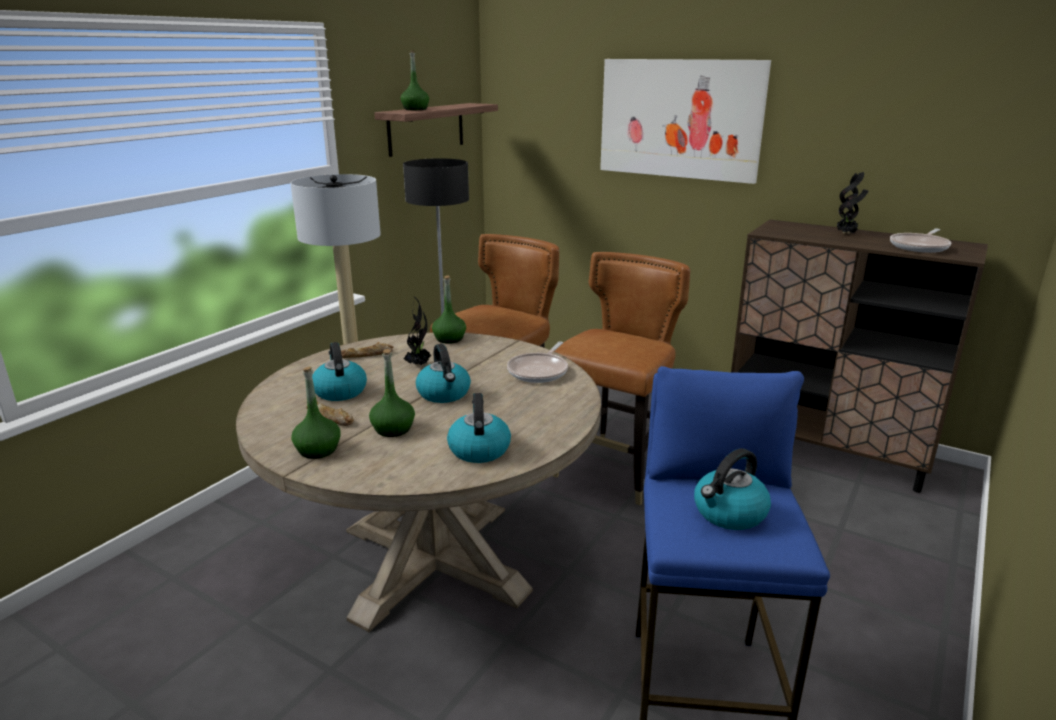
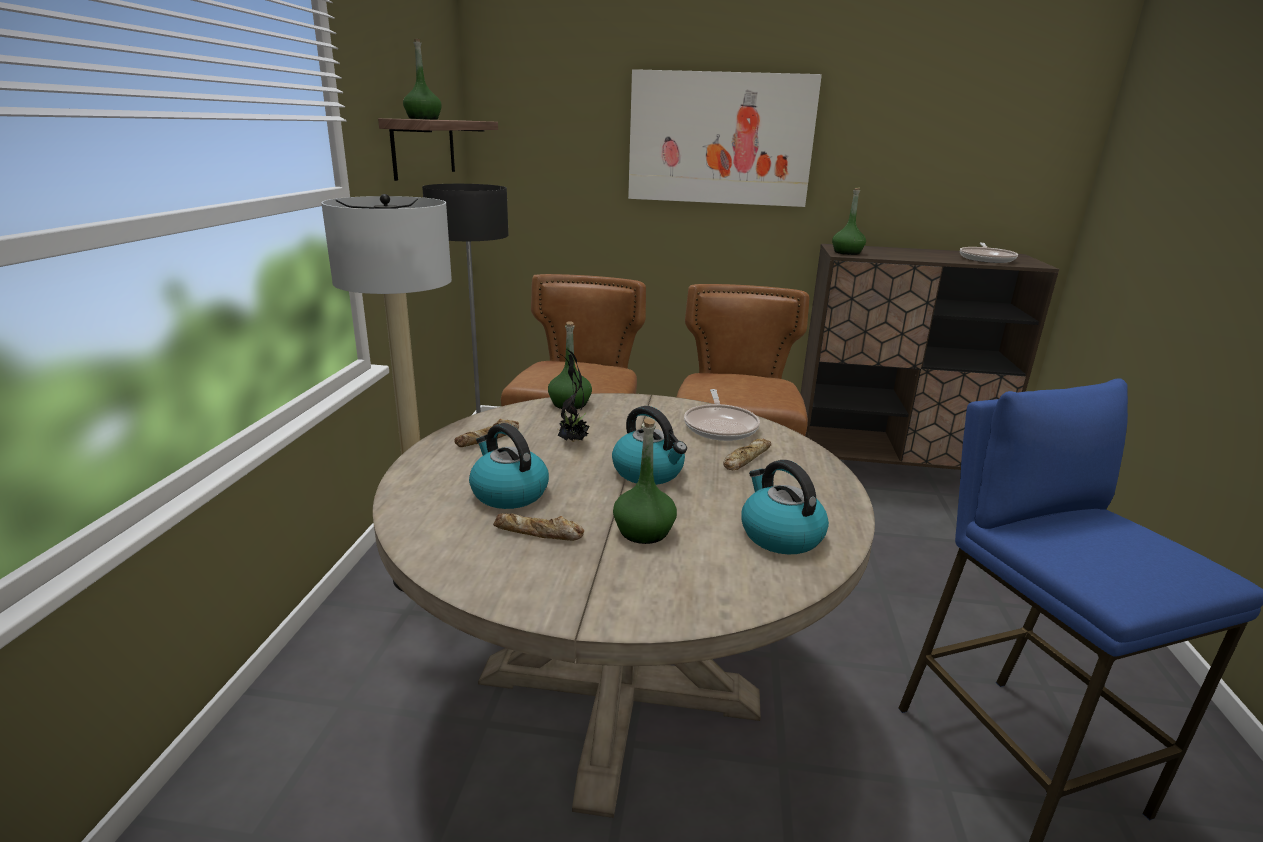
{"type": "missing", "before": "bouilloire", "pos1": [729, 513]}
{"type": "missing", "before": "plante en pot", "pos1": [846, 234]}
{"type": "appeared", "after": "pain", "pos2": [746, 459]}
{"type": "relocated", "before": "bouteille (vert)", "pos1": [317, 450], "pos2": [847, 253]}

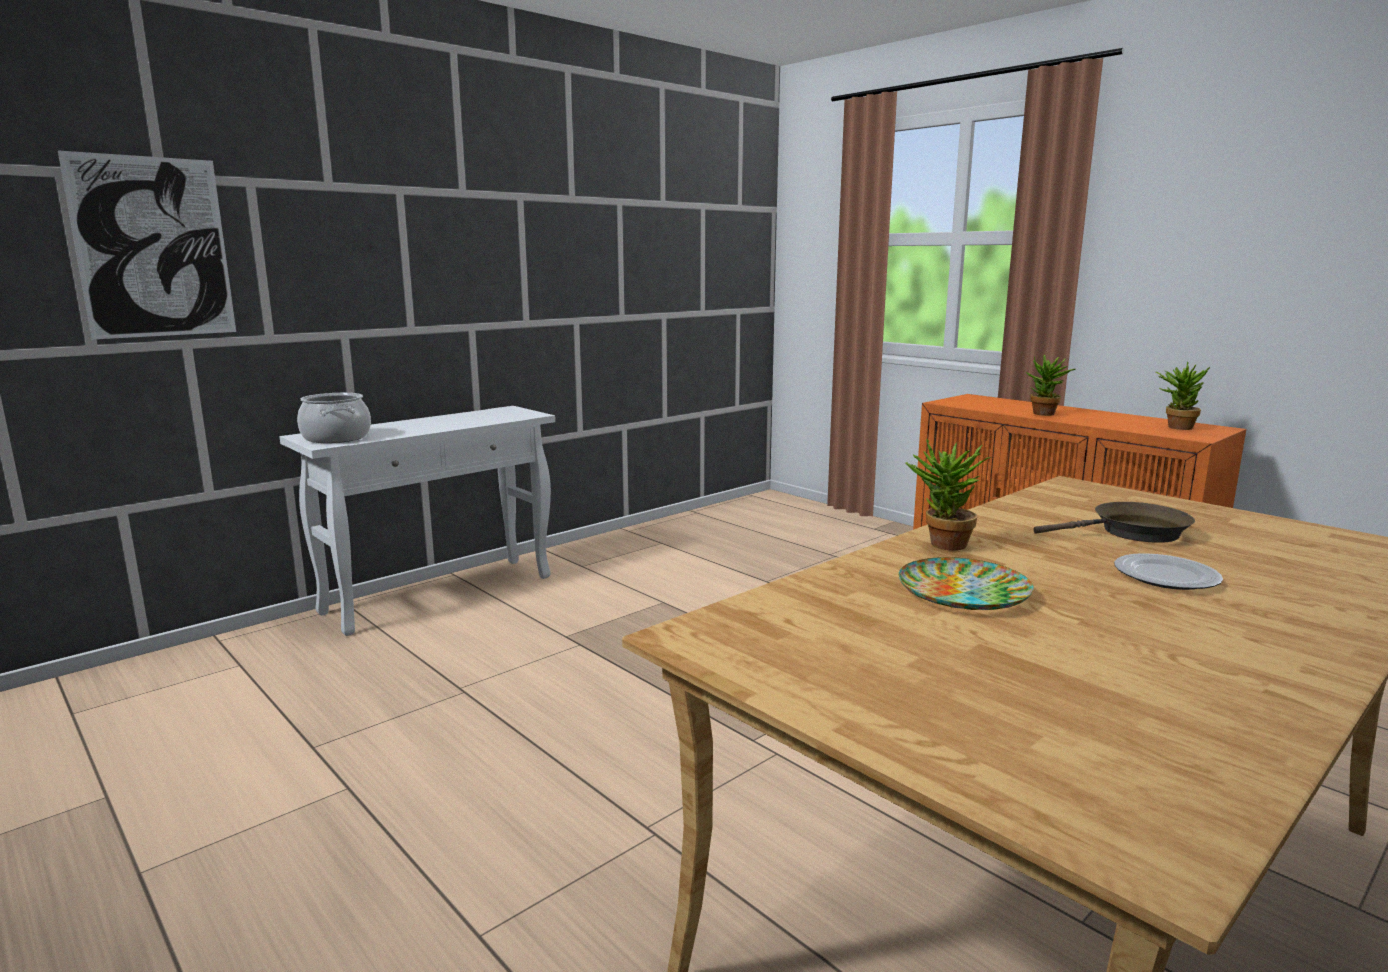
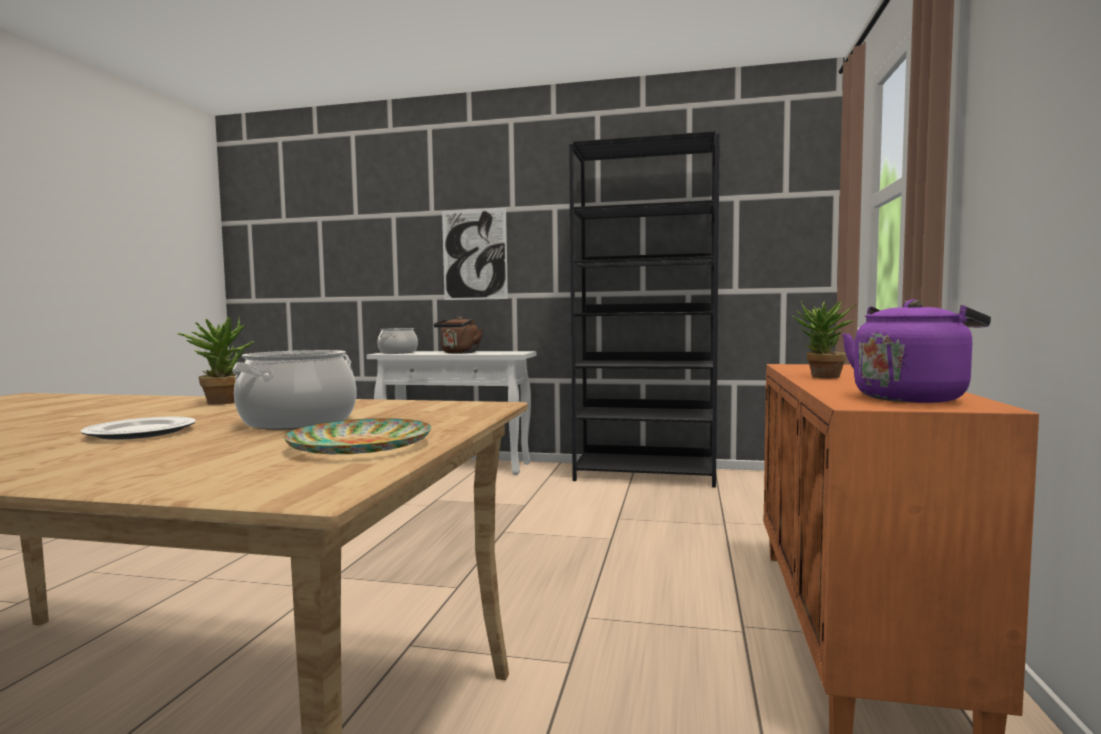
{"type": "appeared", "after": "bouilloire (marron)", "pos2": [459, 353]}
{"type": "appeared", "after": "bibliothèque (noir)", "pos2": [645, 474]}
{"type": "relocated", "before": "tableau", "pos1": [153, 248], "pos2": [474, 254]}
{"type": "relocated", "before": "assiette", "pos1": [964, 592], "pos2": [360, 446]}
{"type": "exchanged", "before": "poêle (marron)", "after": "marmite", "pos1": [1132, 533], "pos2": [299, 422]}
{"type": "exchanged", "before": "plante en pot", "after": "bouilloire (violet)", "pos1": [1175, 427], "pos2": [911, 398]}

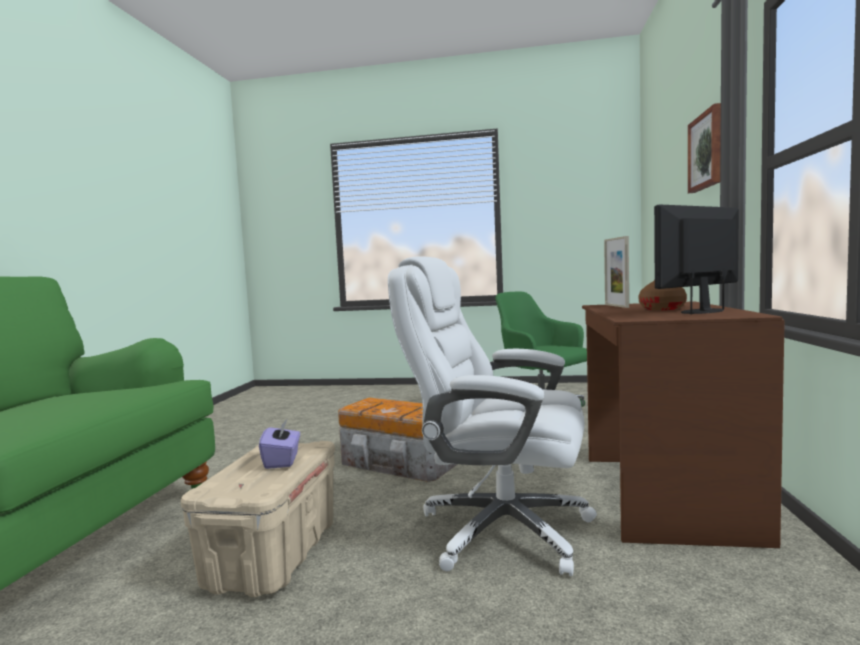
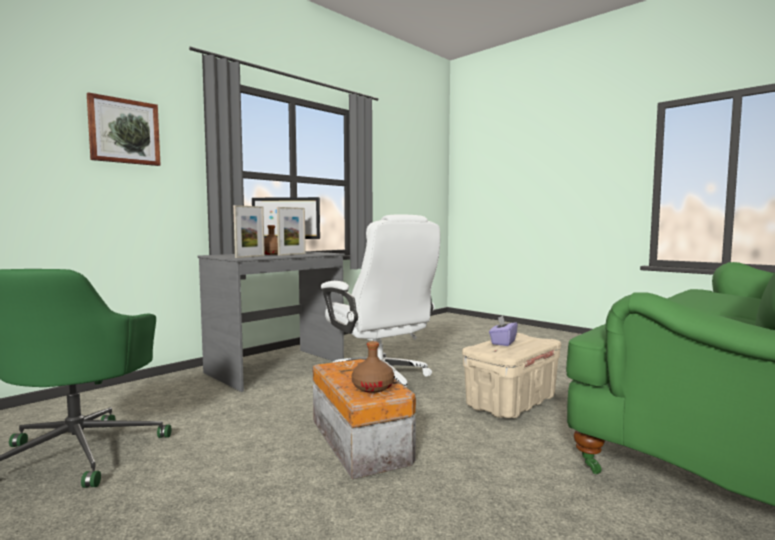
{"type": "appeared", "after": "cadre photo", "pos2": [292, 254]}
{"type": "appeared", "after": "bouteille (marron)", "pos2": [373, 387]}
{"type": "colour", "before": "bureau (marron)", "after": "bureau (gris)", "pos1": [662, 495], "pos2": [276, 368]}

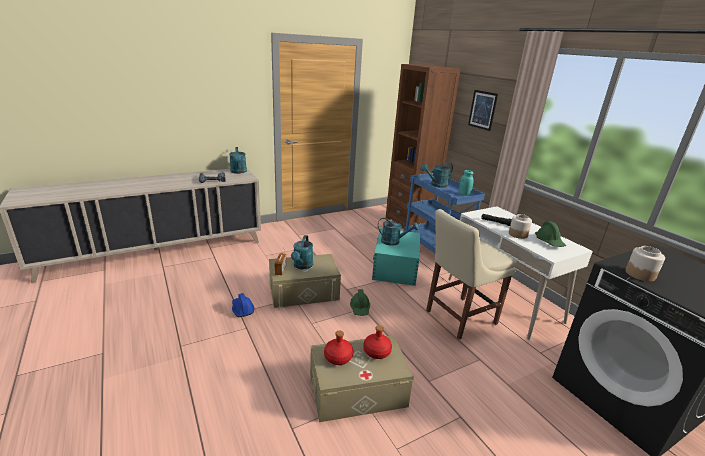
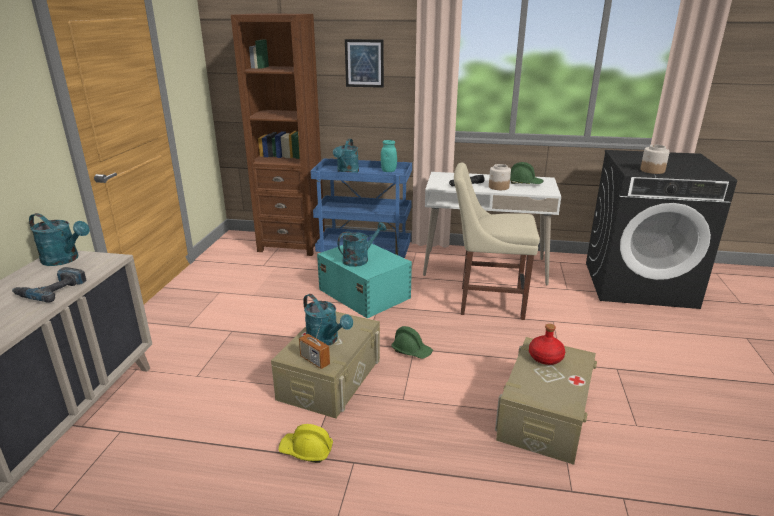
{"type": "missing", "before": "bouteille (rouge)", "pos1": [338, 357]}
{"type": "colour", "before": "casque de chantier (bleu)", "after": "casque de chantier (jaune)", "pos1": [242, 309], "pos2": [306, 450]}
{"type": "spun", "before": "chaise (beige)", "pos1": [458, 318], "pos2": [487, 302], "turn": 90}

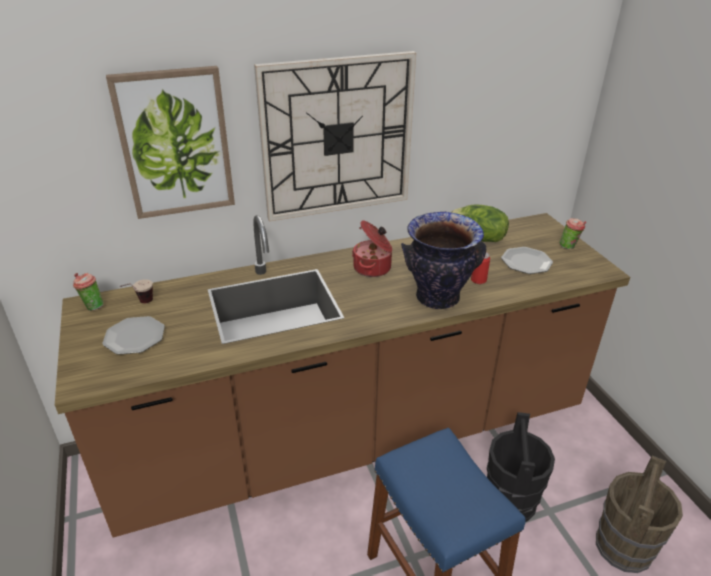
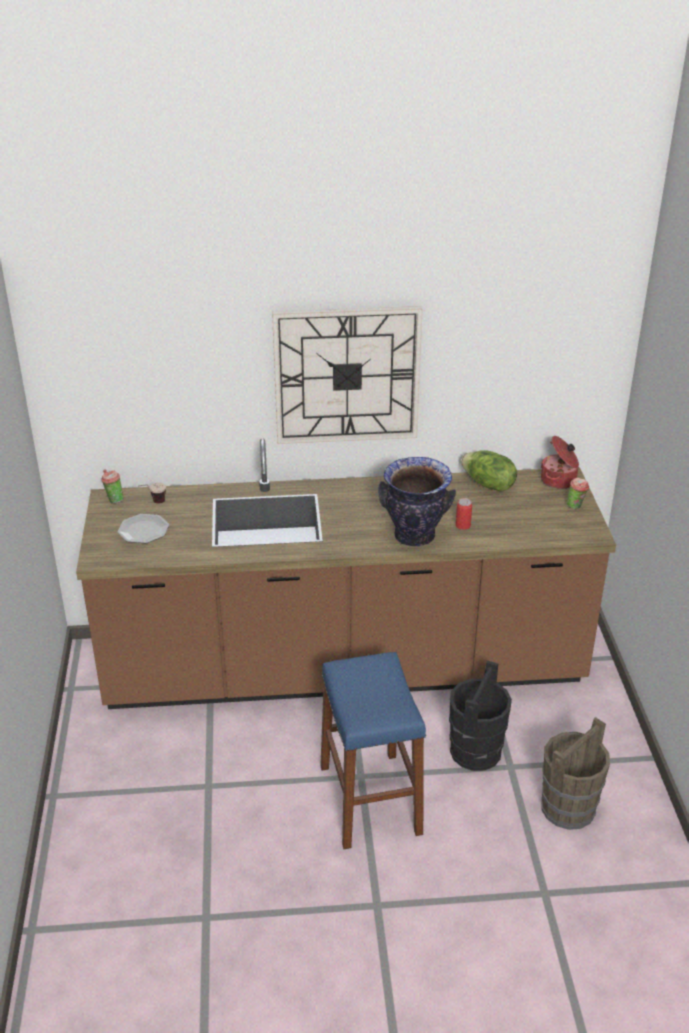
{"type": "missing", "before": "tableau", "pos1": [175, 143]}
{"type": "missing", "before": "assiette", "pos1": [525, 262]}
{"type": "relocated", "before": "marmite", "pos1": [373, 268], "pos2": [559, 481]}

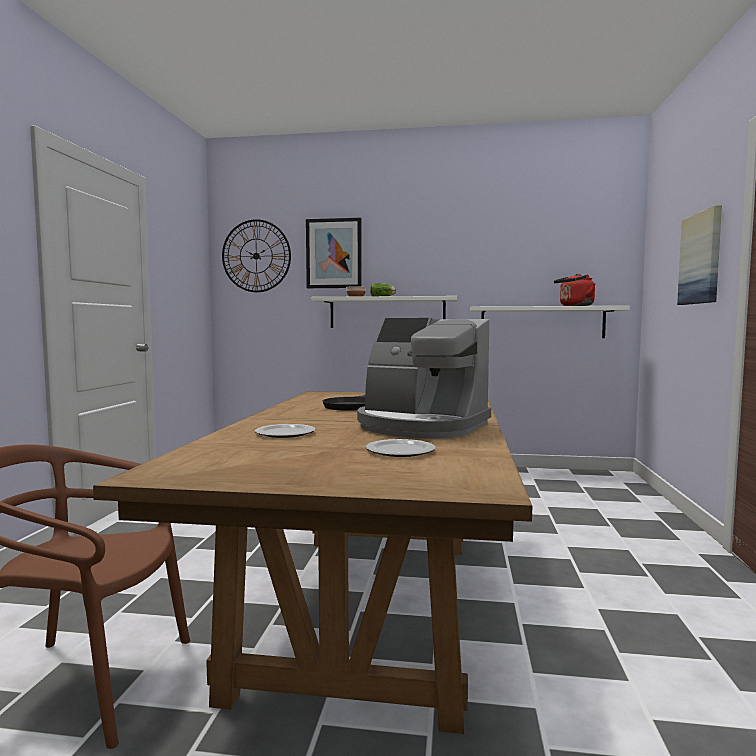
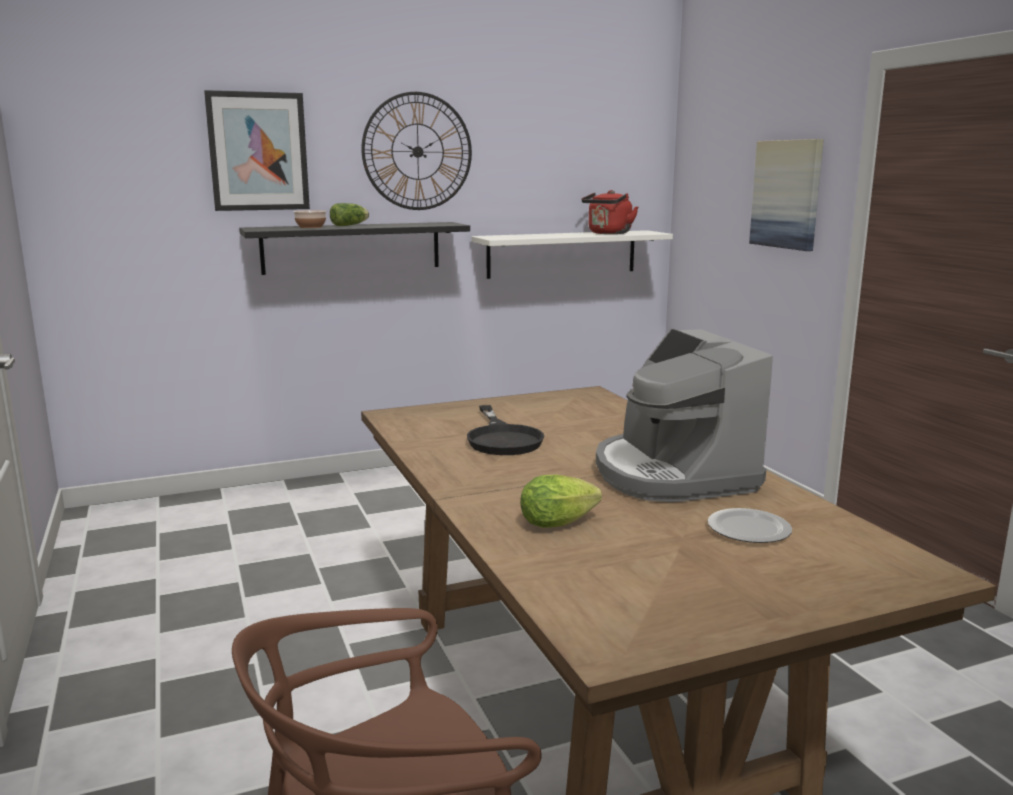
{"type": "relocated", "before": "horloge murale", "pos1": [256, 256], "pos2": [417, 151]}
{"type": "exchanged", "before": "assiette", "after": "laitue", "pos1": [285, 433], "pos2": [561, 523]}
{"type": "colour", "before": "étagère (blanc)", "after": "étagère (noir)", "pos1": [387, 312], "pos2": [352, 247]}
{"type": "spun", "before": "machine à café", "pos1": [421, 426], "pos2": [672, 474], "turn": 75}

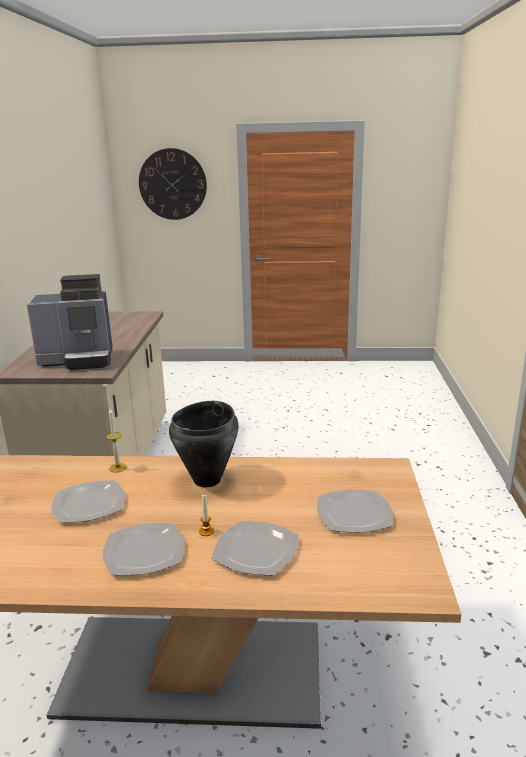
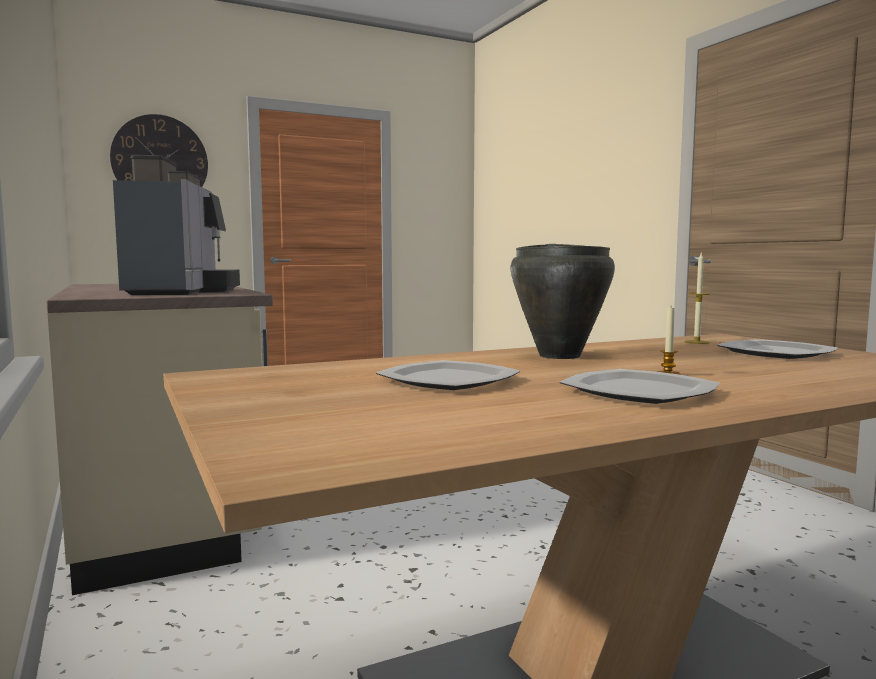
{"type": "missing", "before": "assiette", "pos1": [255, 551]}
{"type": "relocated", "before": "bougie", "pos1": [117, 467], "pos2": [696, 342]}
{"type": "spun", "before": "machine à café", "pos1": [80, 360], "pos2": [181, 292], "turn": -60}

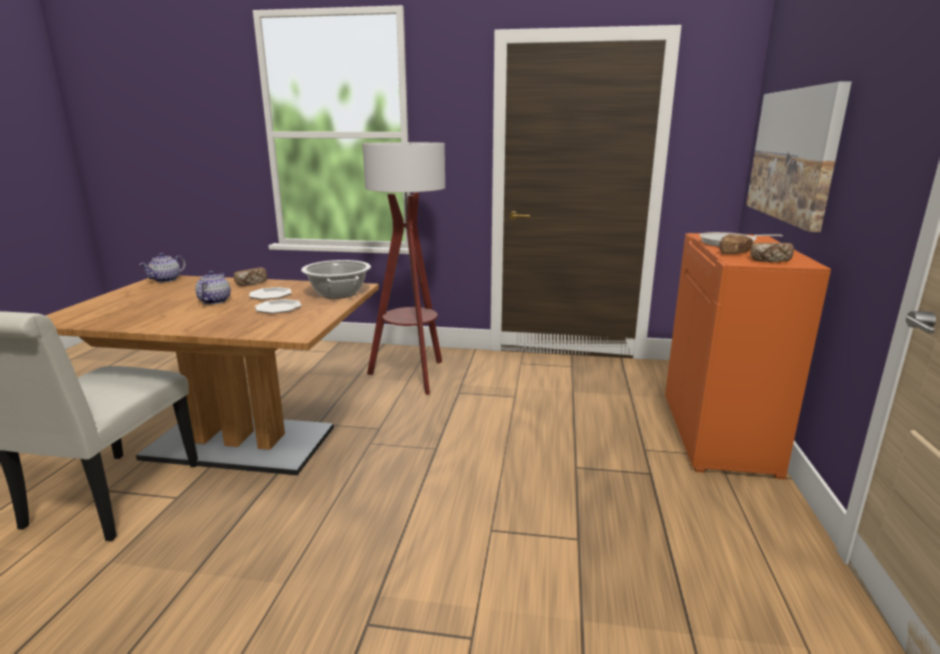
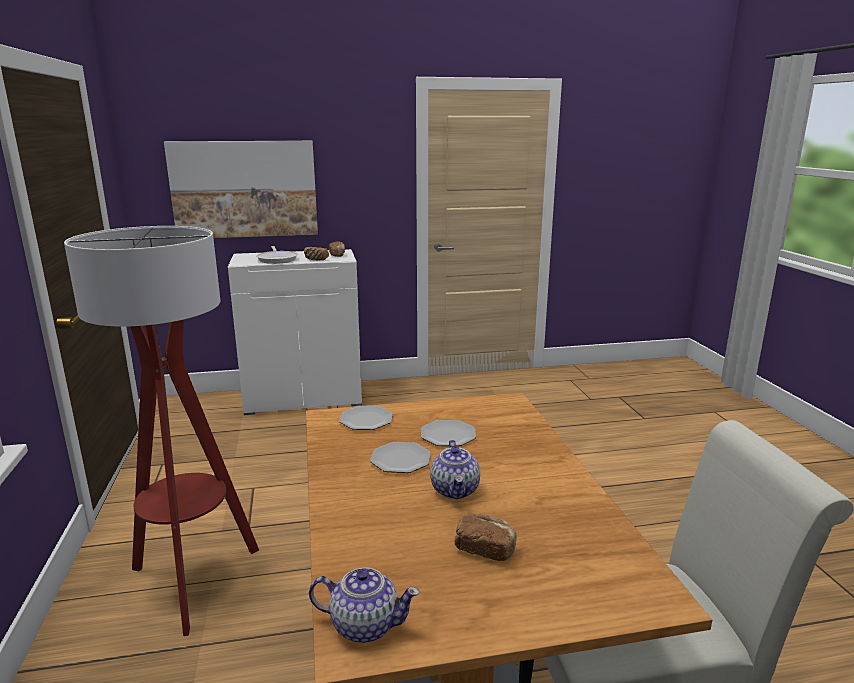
{"type": "relocated", "before": "pain", "pos1": [251, 284], "pos2": [485, 549]}
{"type": "exchanged", "before": "marmite", "after": "assiette", "pos1": [338, 293], "pos2": [366, 420]}
{"type": "colour", "before": "meuble de rangement (orange)", "after": "meuble de rangement (blanc)", "pos1": [719, 434], "pos2": [304, 397]}
{"type": "spun", "before": "théière", "pos1": [214, 301], "pos2": [455, 490], "turn": -75}

